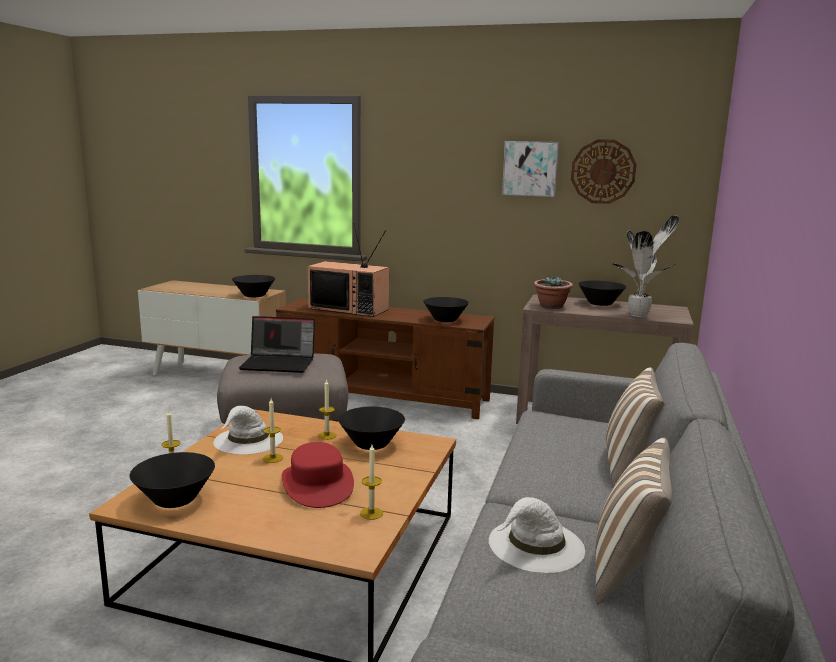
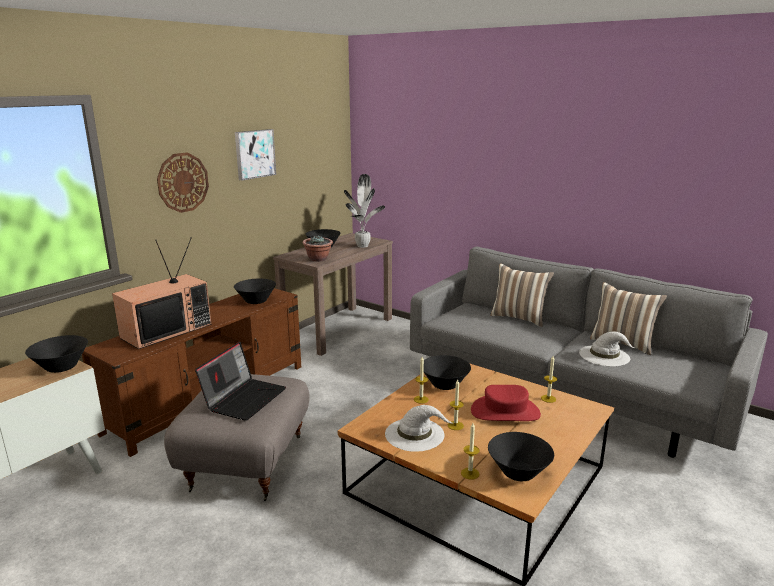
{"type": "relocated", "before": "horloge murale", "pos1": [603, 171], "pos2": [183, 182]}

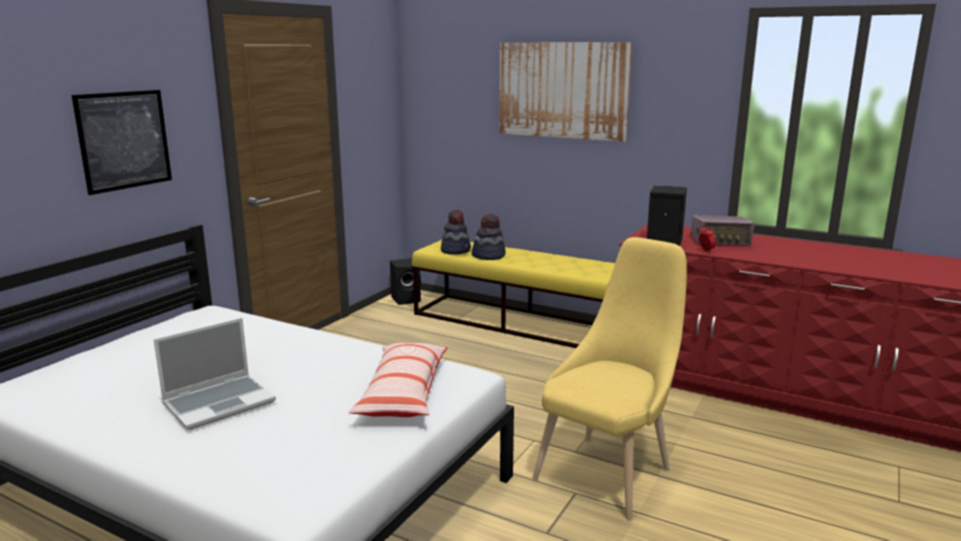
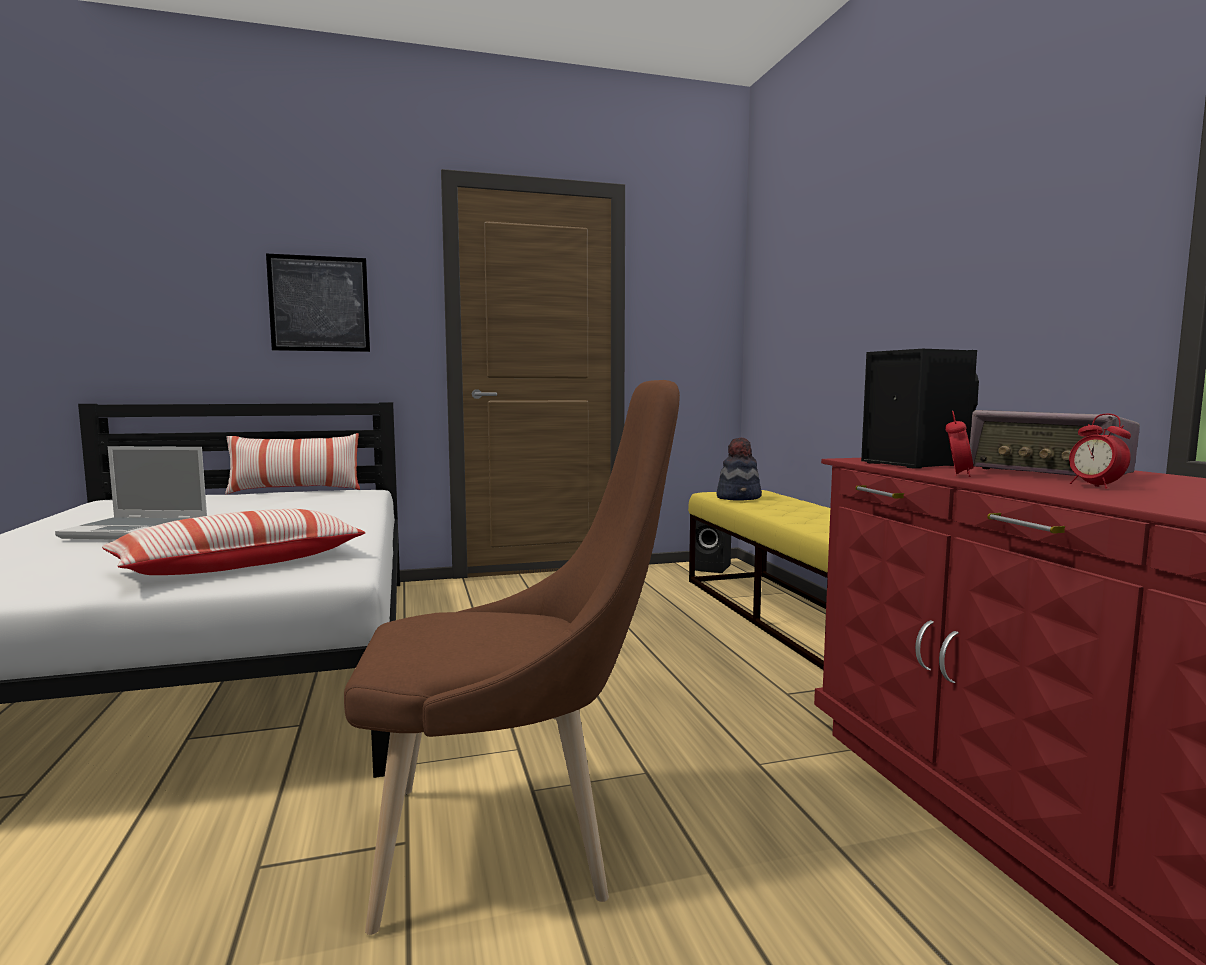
{"type": "missing", "before": "chapeau", "pos1": [488, 256]}
{"type": "missing", "before": "tableau", "pos1": [562, 90]}
{"type": "appeared", "after": "coussin", "pos2": [295, 490]}
{"type": "appeared", "after": "réveil", "pos2": [1095, 486]}
{"type": "colour", "before": "chaise (jaune)", "after": "chaise (marron)", "pos1": [609, 471], "pos2": [513, 843]}

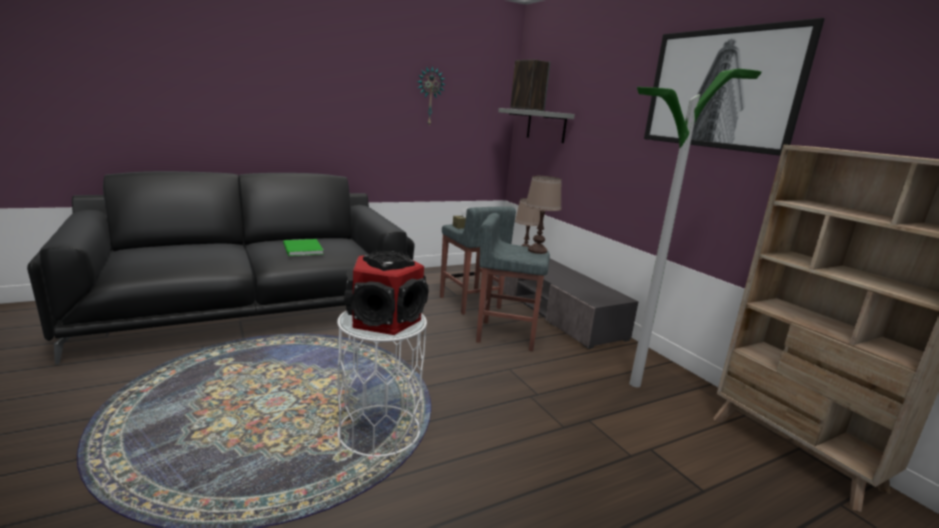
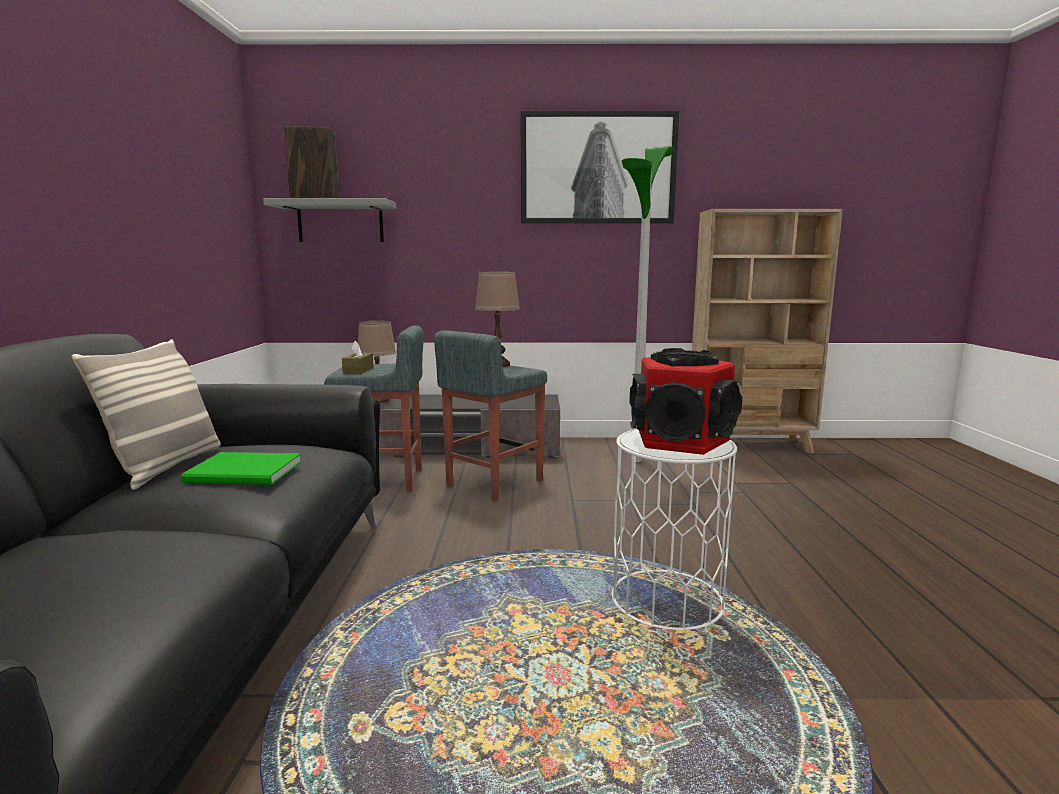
{"type": "missing", "before": "horloge murale", "pos1": [429, 96]}
{"type": "appeared", "after": "coussin", "pos2": [166, 466]}

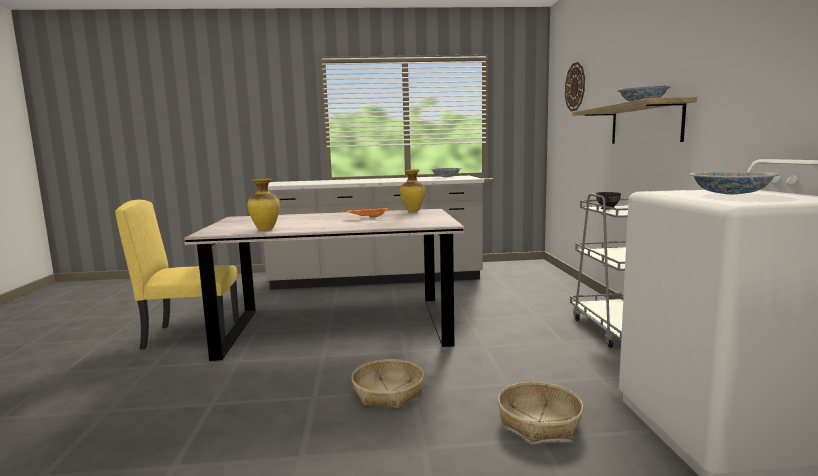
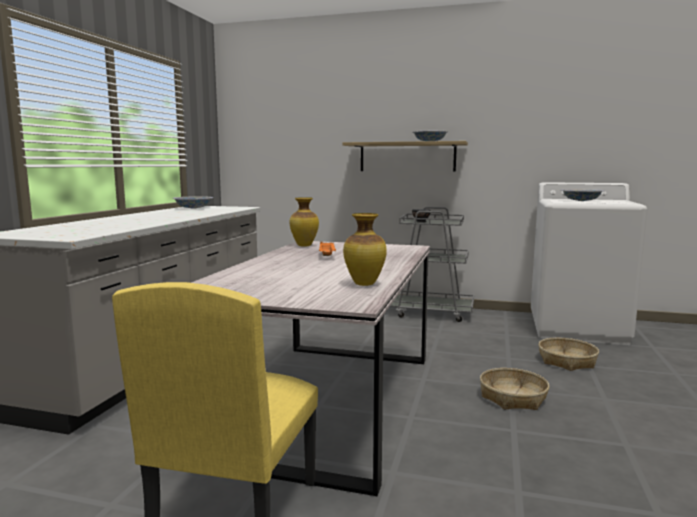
{"type": "missing", "before": "horloge murale", "pos1": [575, 87]}

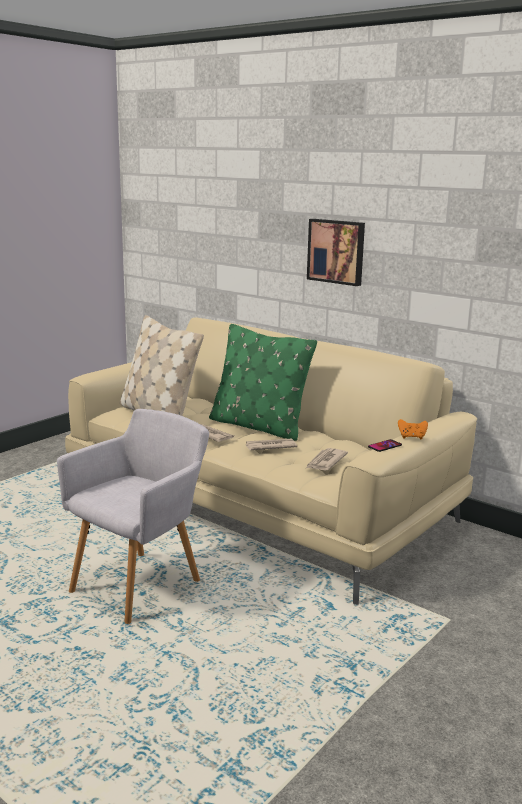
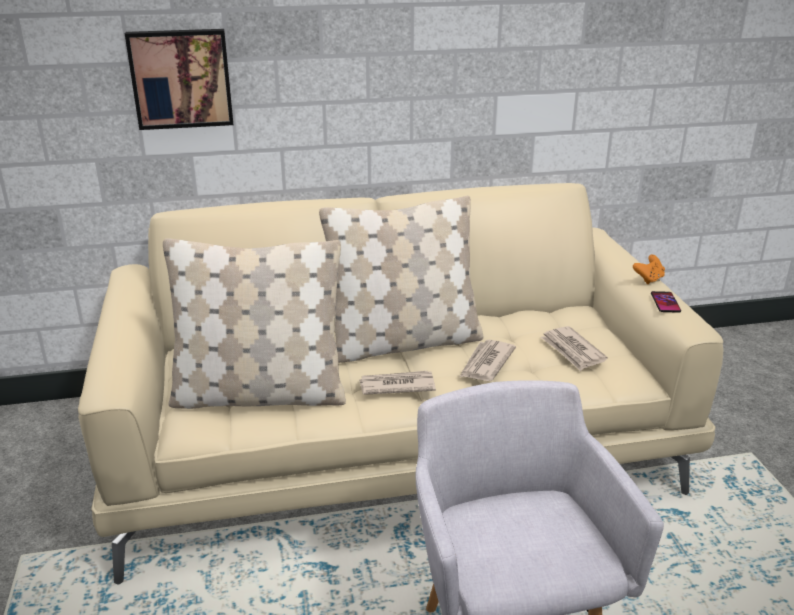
{"type": "relocated", "before": "tableau", "pos1": [336, 251], "pos2": [181, 78]}
{"type": "colour", "before": "coussin (vert)", "after": "coussin (beige)", "pos1": [258, 426], "pos2": [404, 342]}

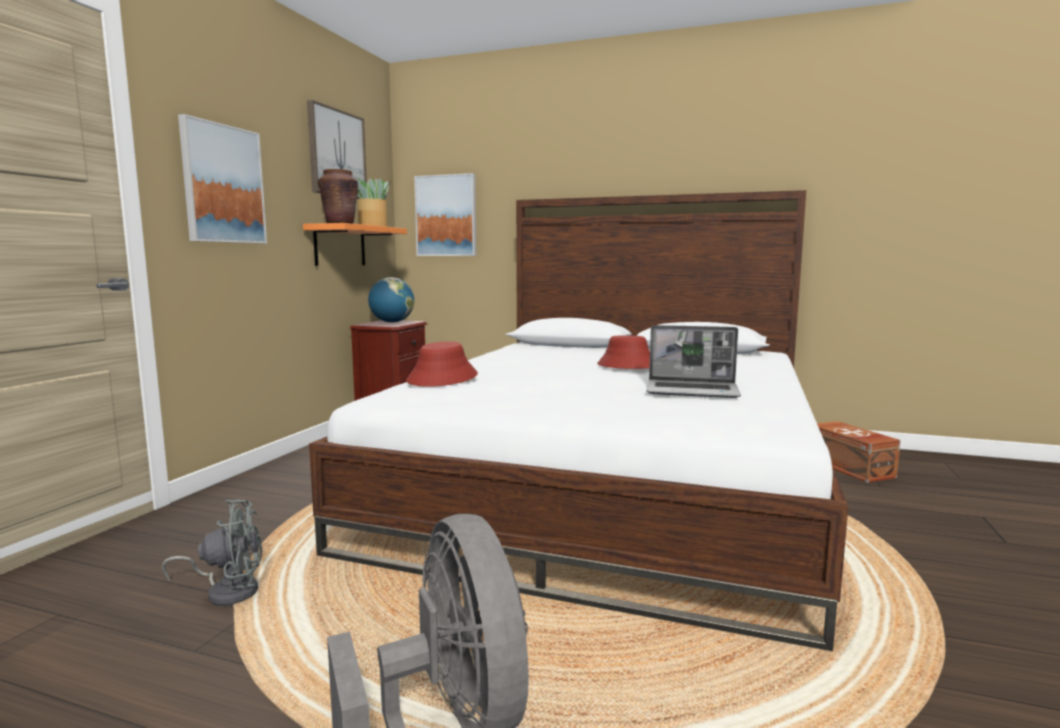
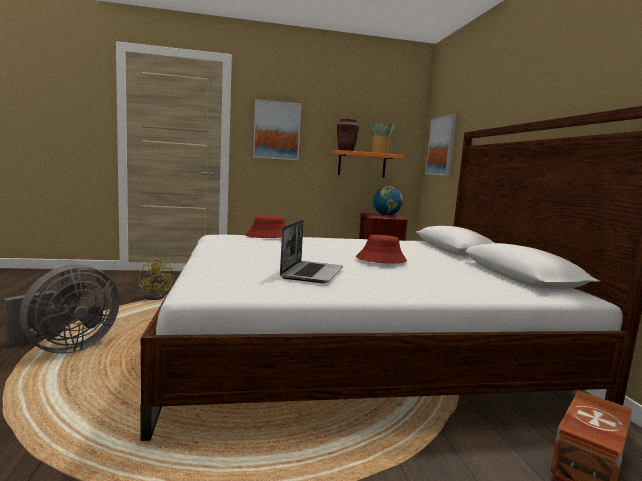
{"type": "missing", "before": "tableau", "pos1": [336, 153]}
{"type": "colour", "before": "ventilateur (gris)", "after": "ventilateur (jaune)", "pos1": [227, 591], "pos2": [157, 296]}
{"type": "spun", "before": "ordinateur portable", "pos1": [693, 391], "pos2": [311, 273], "turn": -150}

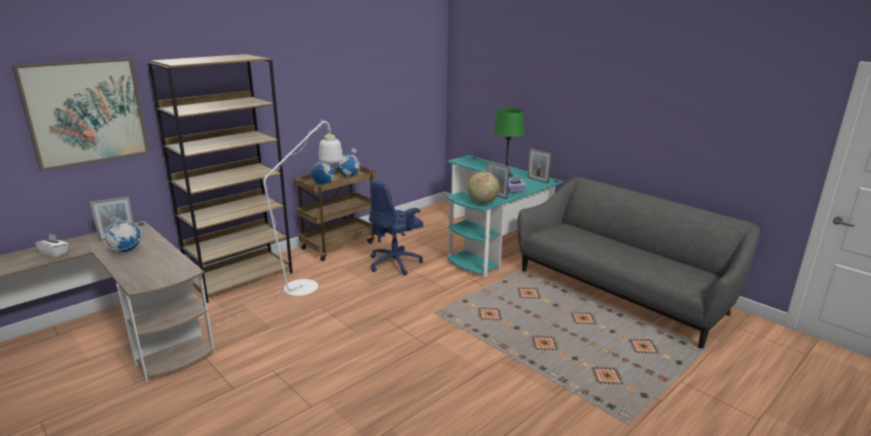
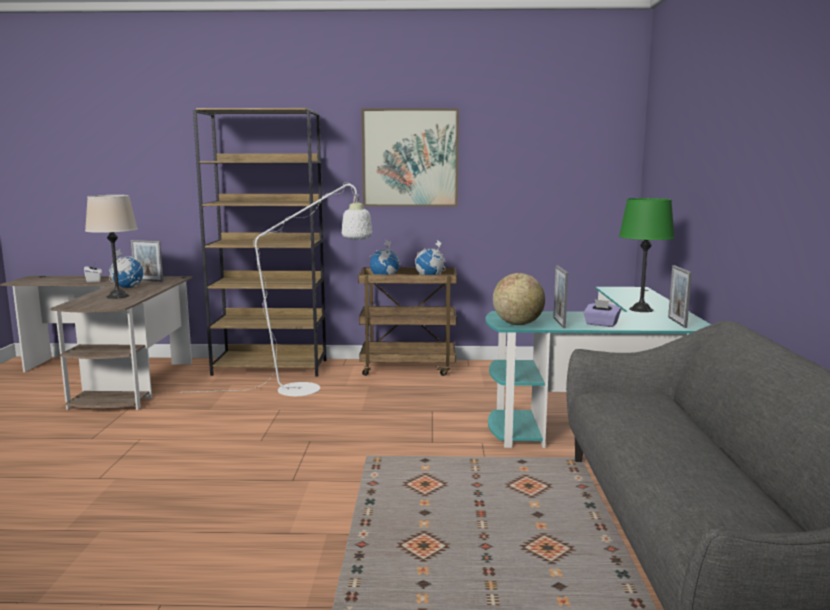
{"type": "missing", "before": "chaise de bureau (bleu)", "pos1": [395, 263]}
{"type": "appeared", "after": "lampe de table (beige)", "pos2": [117, 296]}
{"type": "relocated", "before": "tableau", "pos1": [86, 112], "pos2": [410, 158]}

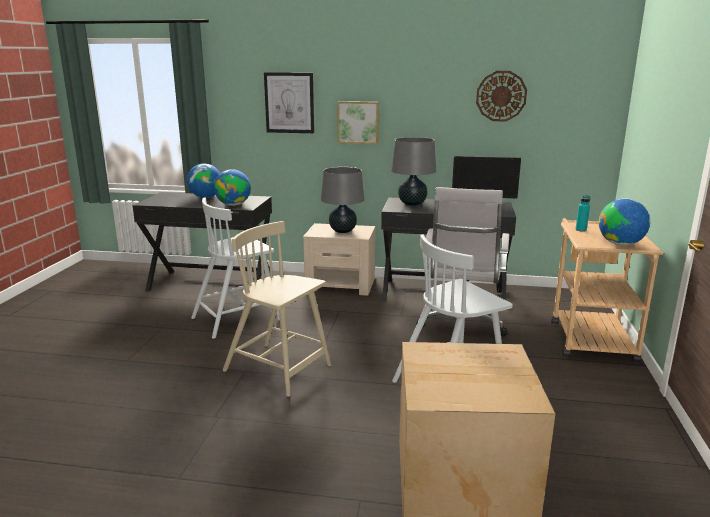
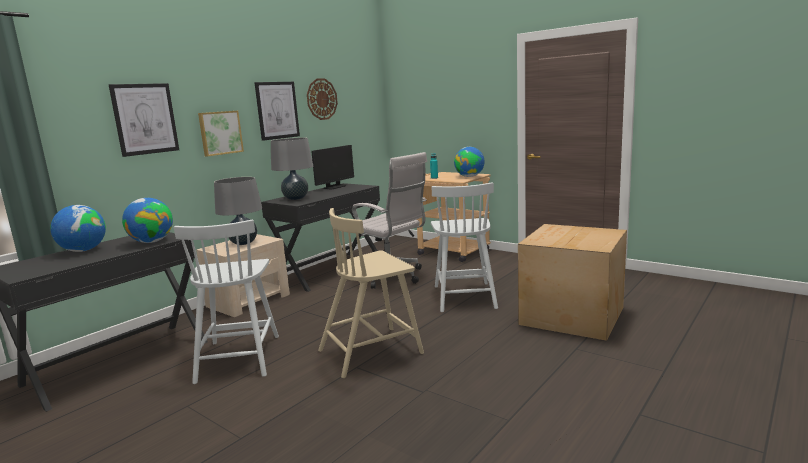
{"type": "appeared", "after": "tableau", "pos2": [277, 110]}

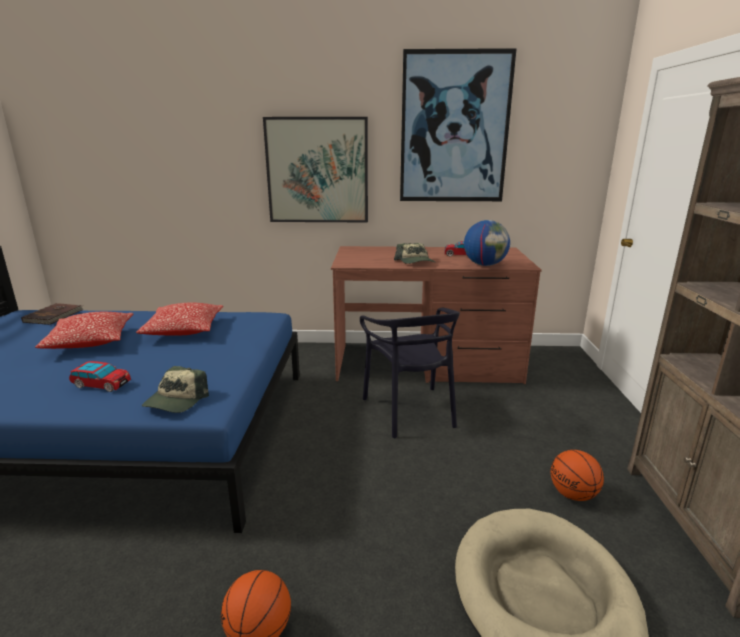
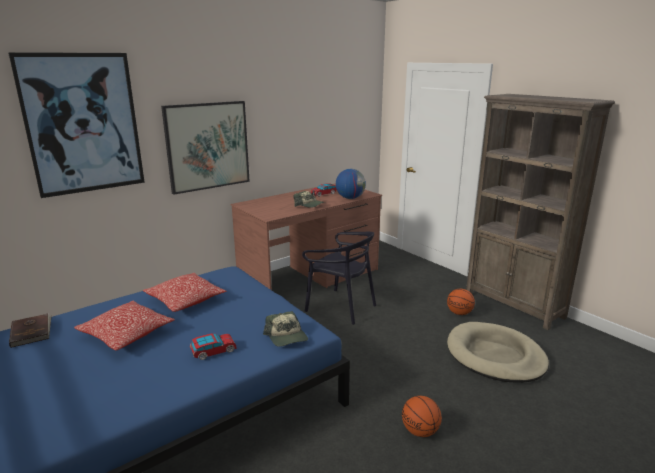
{"type": "relocated", "before": "tableau", "pos1": [454, 128], "pos2": [83, 124]}

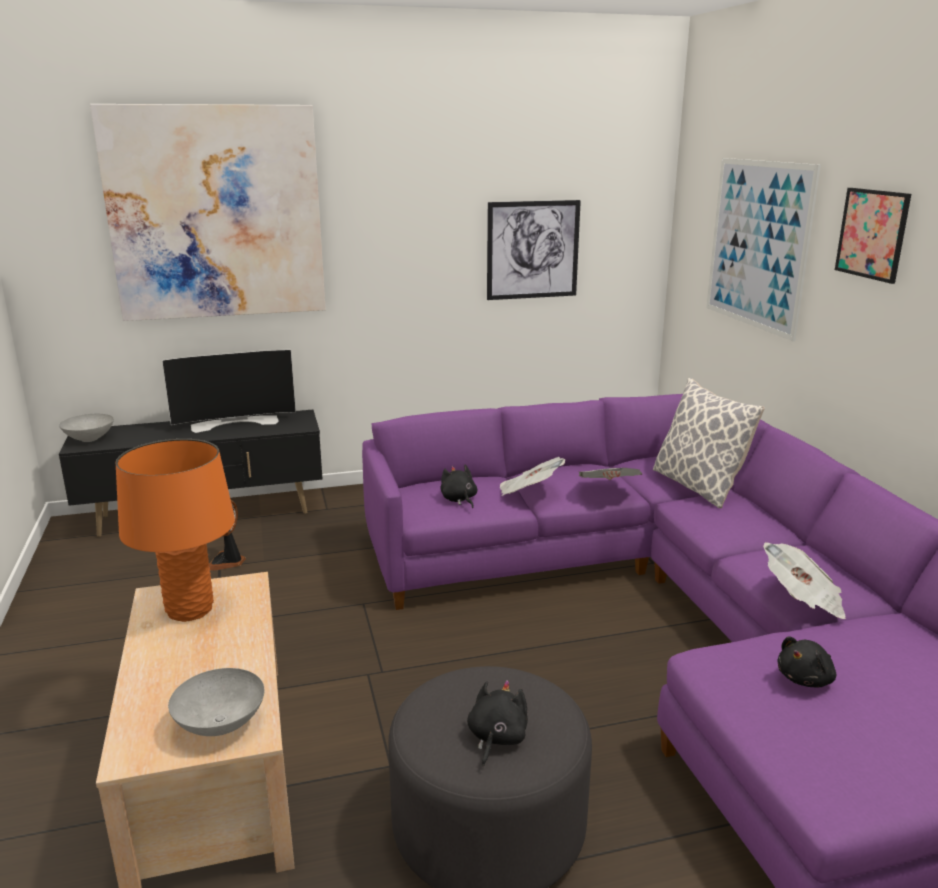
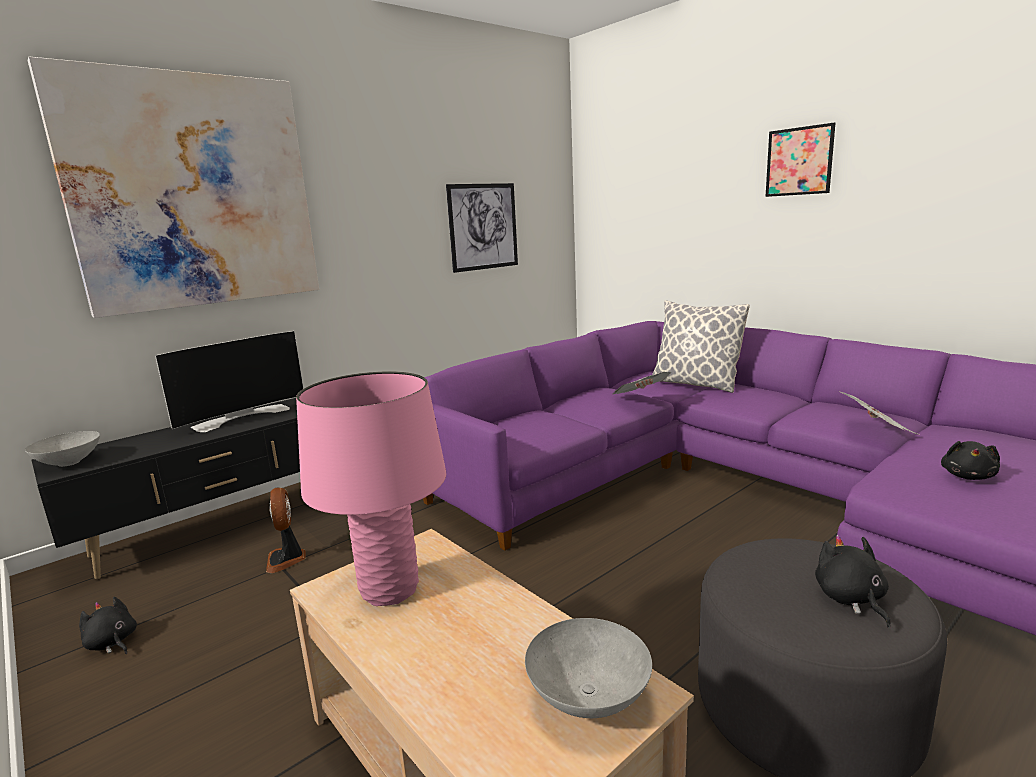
{"type": "missing", "before": "journal", "pos1": [529, 492]}
{"type": "missing", "before": "tableau", "pos1": [757, 244]}
{"type": "relocated", "before": "peluche (noir)", "pos1": [459, 499], "pos2": [112, 643]}
{"type": "colour", "before": "lampe de table (orange)", "after": "lampe de table (rose)", "pos1": [189, 610], "pos2": [389, 590]}

